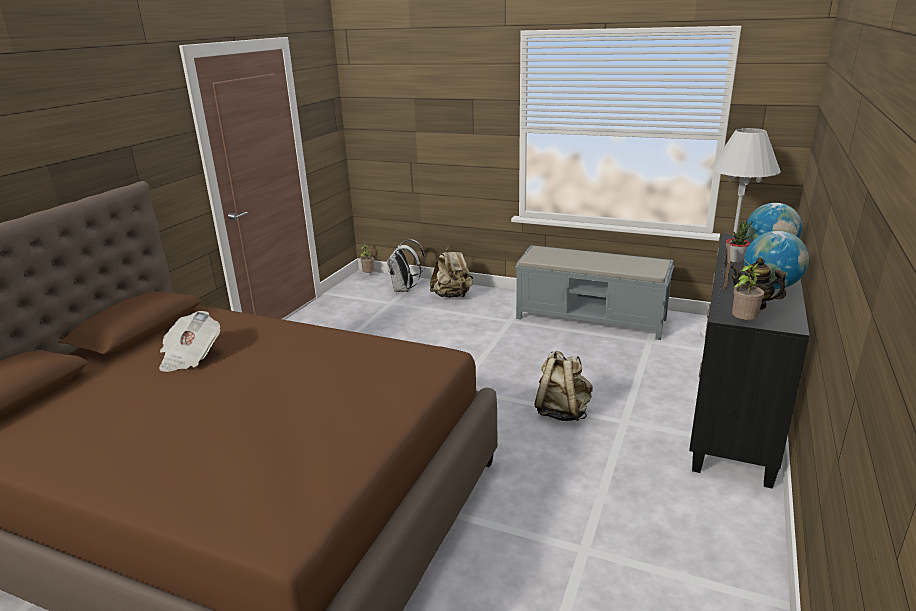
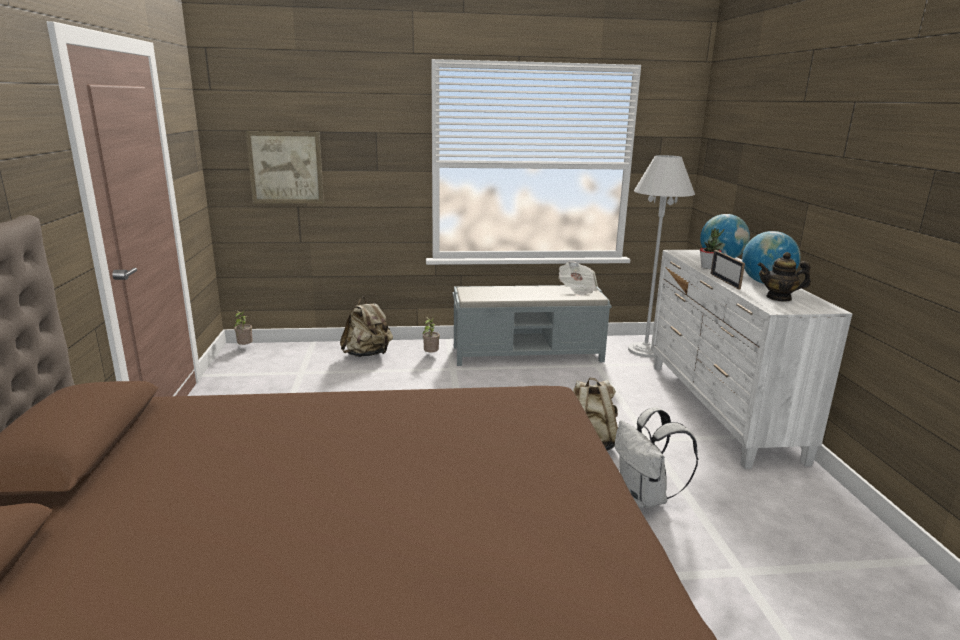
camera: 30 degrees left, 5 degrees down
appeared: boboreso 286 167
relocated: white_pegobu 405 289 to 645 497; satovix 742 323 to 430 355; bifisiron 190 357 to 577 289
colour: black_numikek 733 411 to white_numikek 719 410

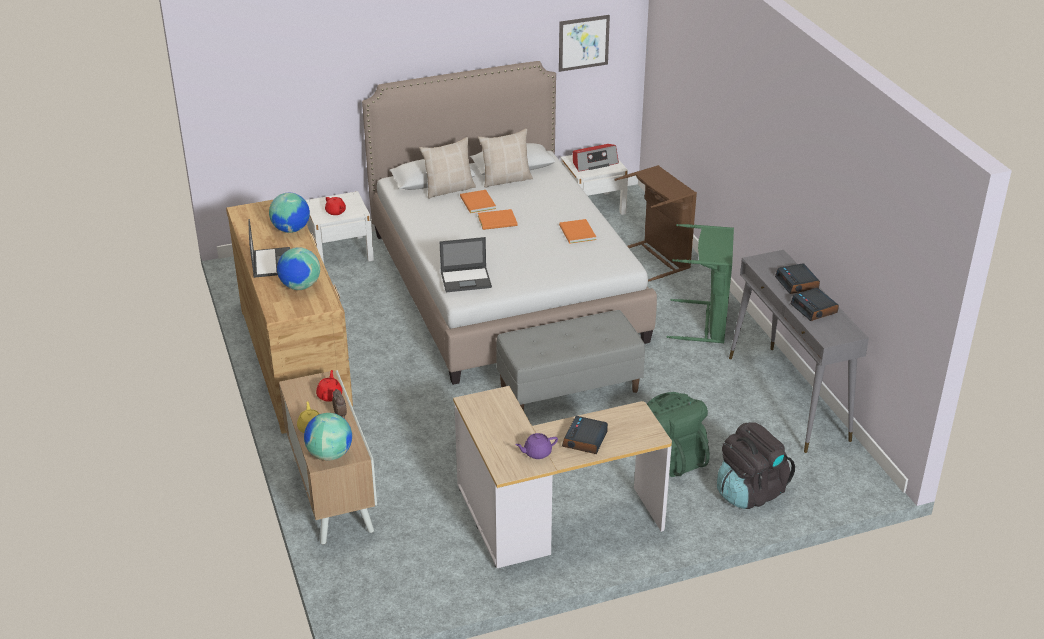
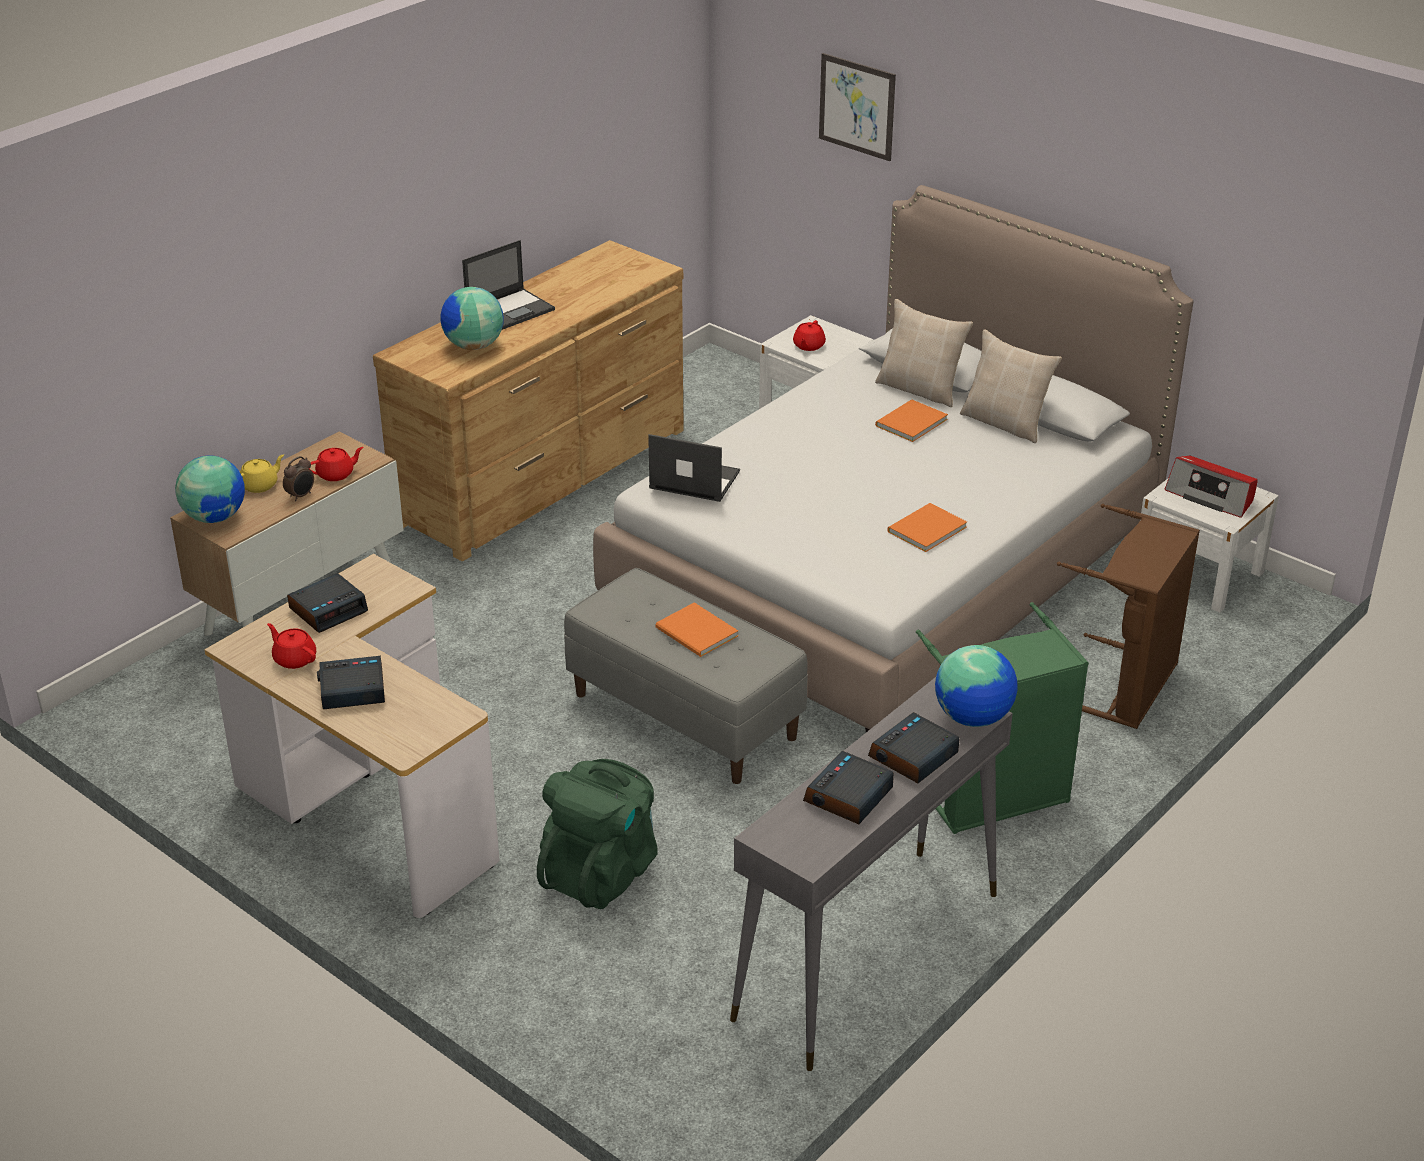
camera: 60 degrees right, 0 degrees up
missing: black_pegobu 750 492
appeared: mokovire 328 609
relocated: boboreso 583 43 to 857 106; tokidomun 291 229 to 973 718; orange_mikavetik 498 221 to 696 634
colour: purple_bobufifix 537 453 to red_bobufifix 294 659
spun: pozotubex 466 280 = 693 480 150 degrees clockwise

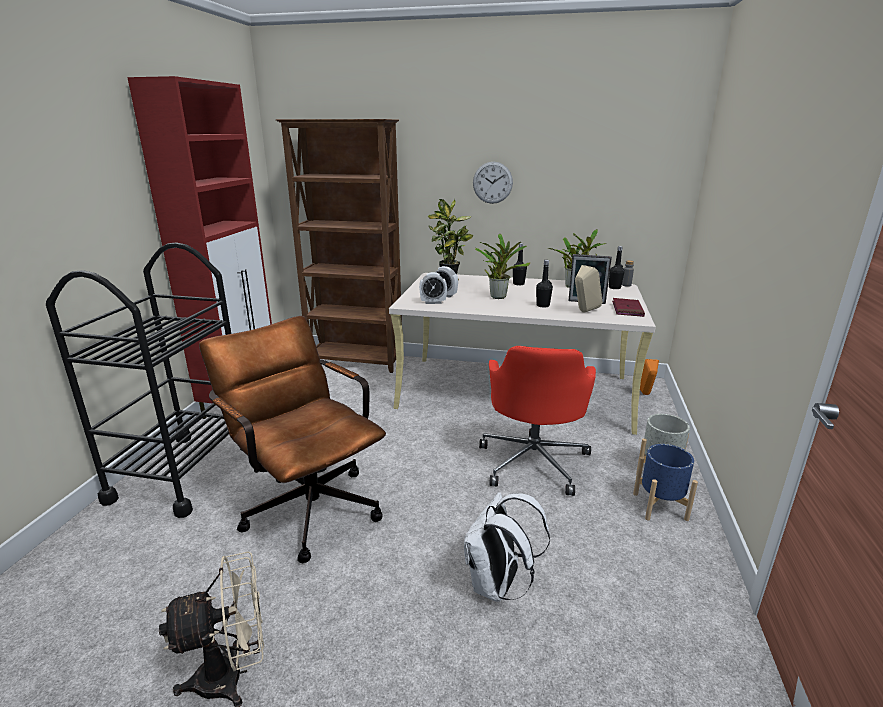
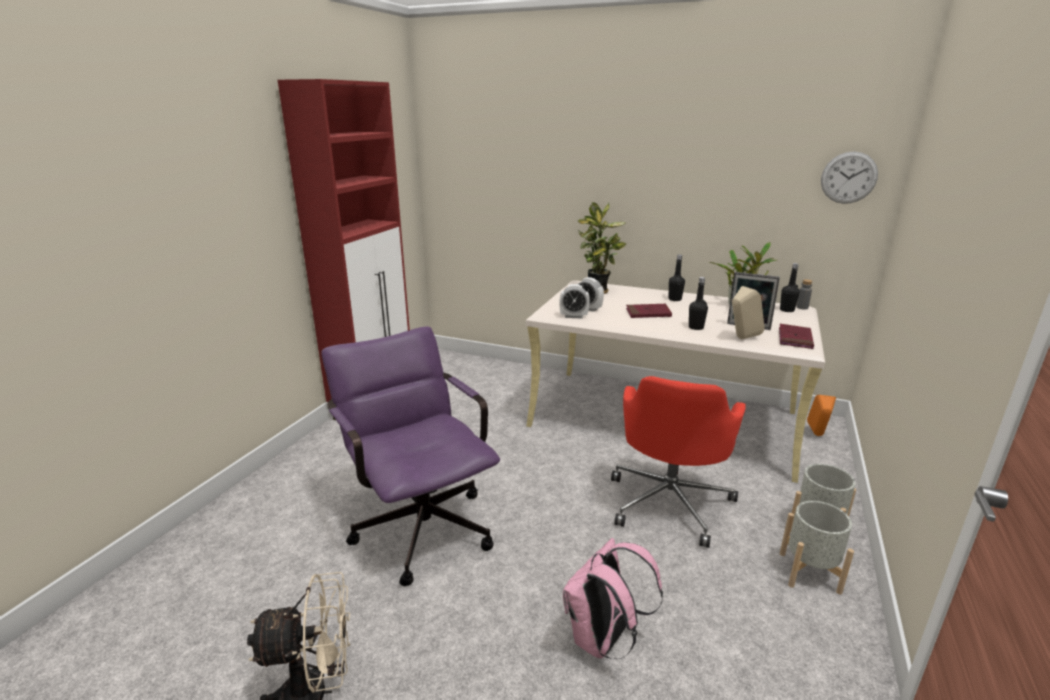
camera: 10 degrees right, 0 degrees up
missing: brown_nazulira 356 362; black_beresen 183 472
relocated: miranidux 492 182 to 848 177
exchanged: satovix 498 296 to red_mikavetik 648 313
colour: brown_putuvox 307 504 to purple_putuvox 419 523; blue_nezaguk 660 506 to grey_nezaguk 809 572; white_pegobu 497 586 to pink_pegobu 603 640

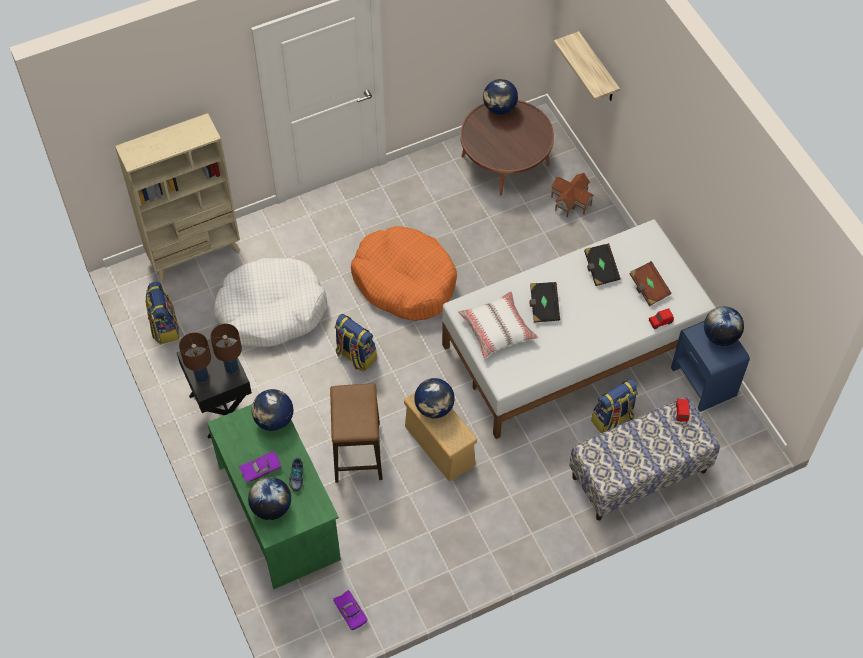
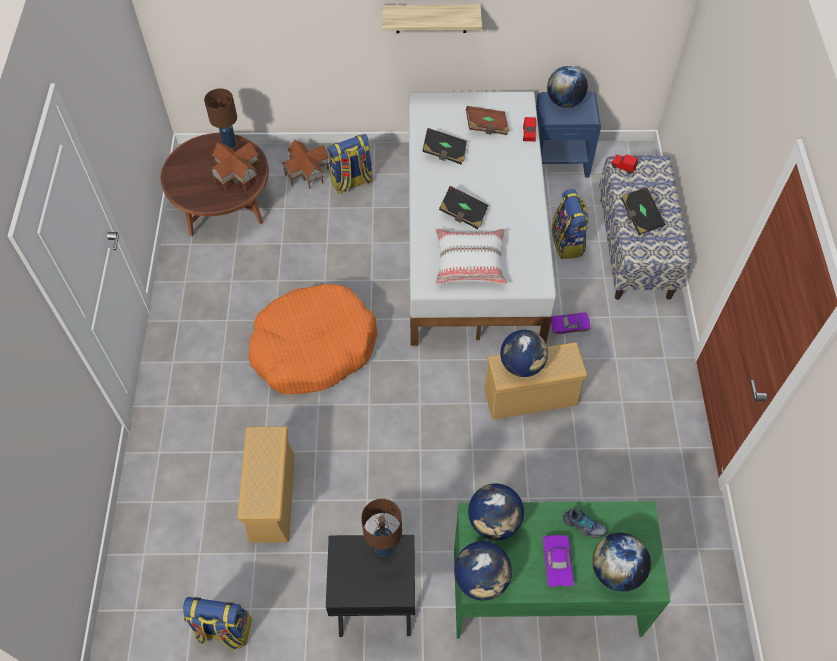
camera: 65 degrees left, 0 degrees up
missing: beige_nazulira 195 254; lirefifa 357 452
appeared: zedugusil 236 174; black_mikavetik 640 217
relocated: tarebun 597 69 to 431 18; tokidomun 499 108 to 481 579; pegobu 355 356 to 351 182; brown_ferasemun 201 377 to 229 143; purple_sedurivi 351 611 to 569 324
exchanged: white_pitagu 271 310 to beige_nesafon 272 496

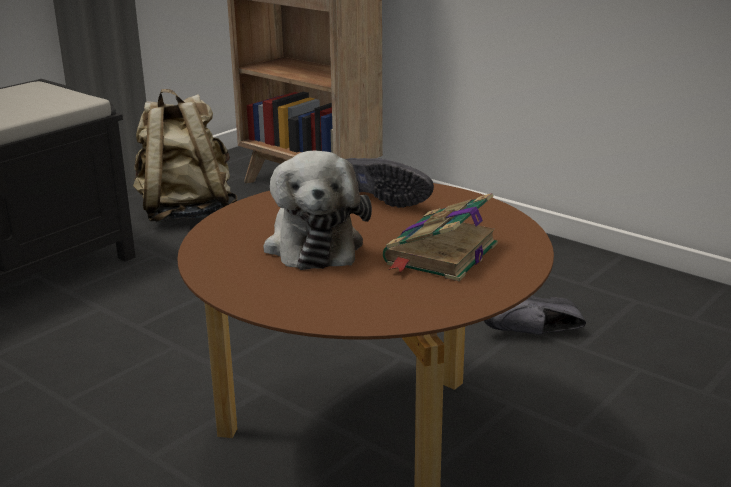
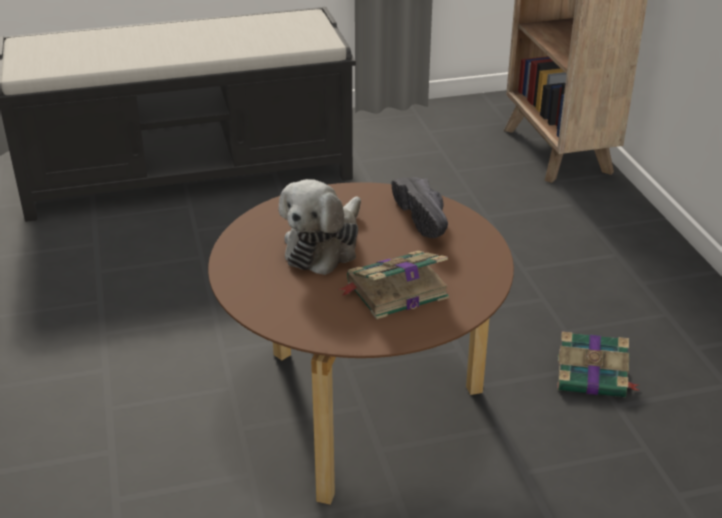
camera: 35 degrees right, 10 degrees up
missing: beige_pegobu 186 212
exchanged: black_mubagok 536 334 to mikavetik 593 377

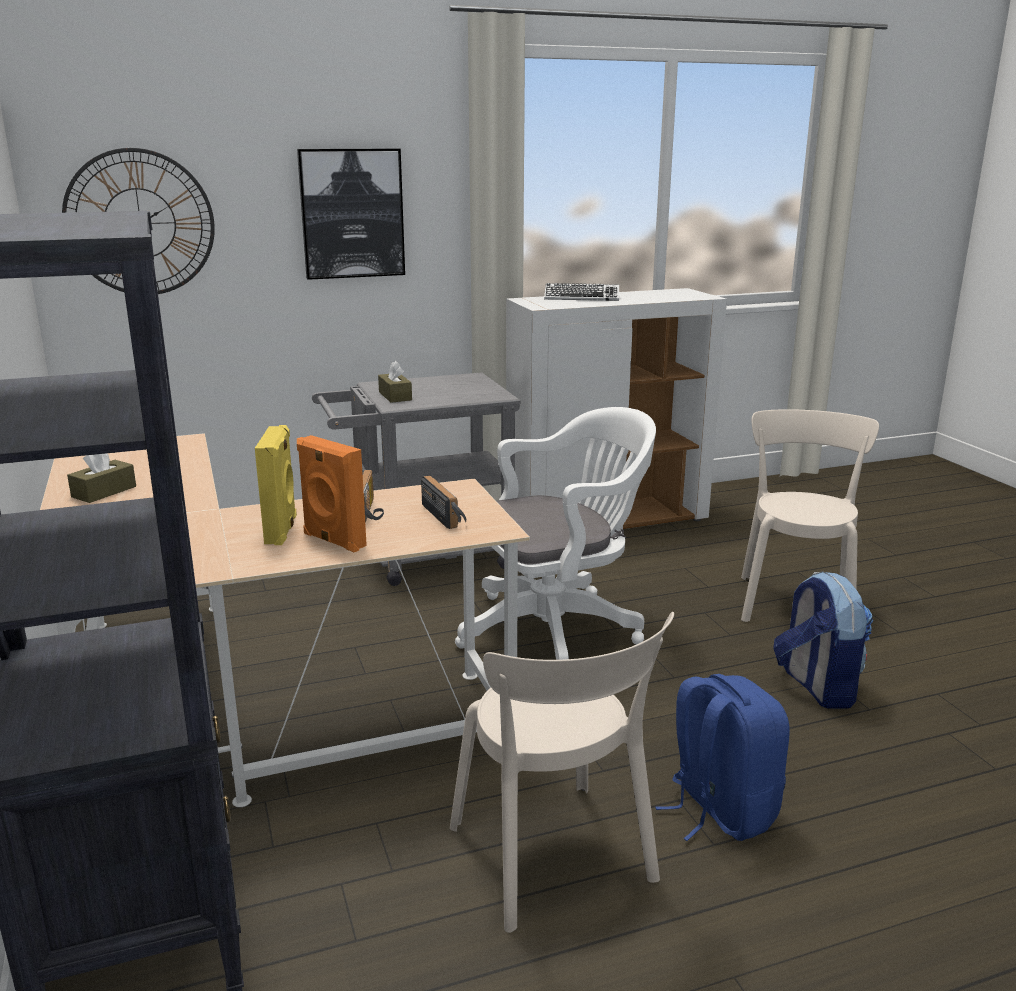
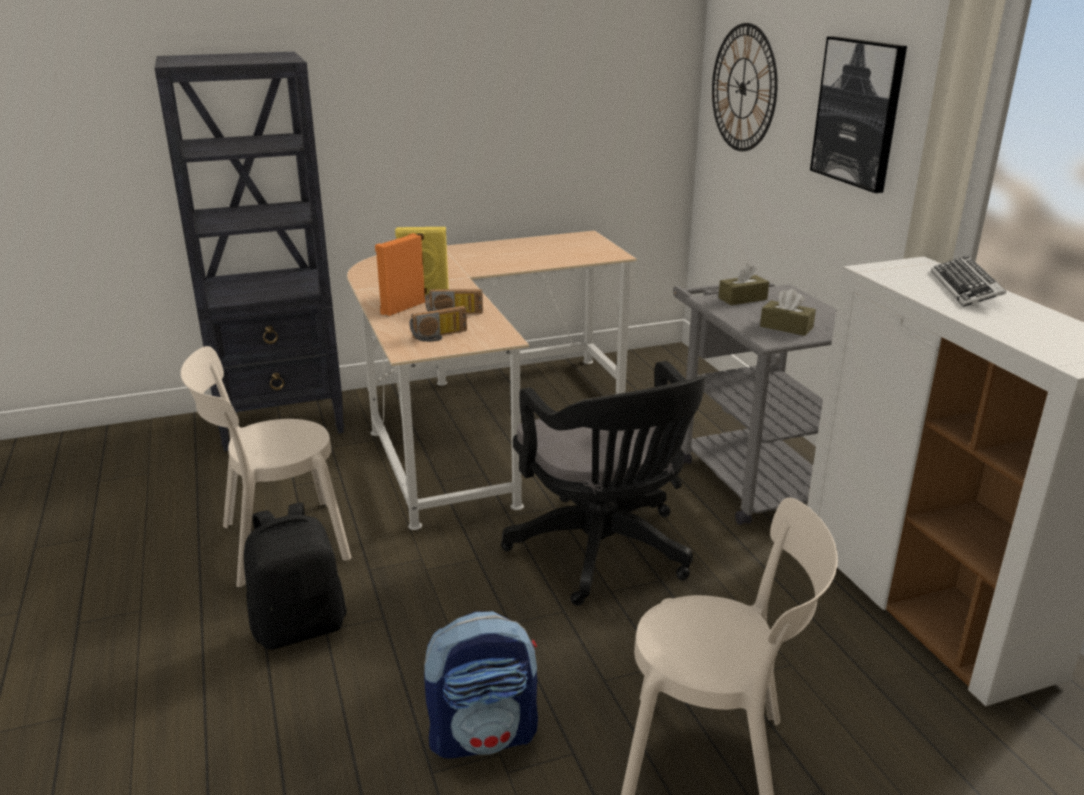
camera: 90 degrees right, 5 degrees up
relocated: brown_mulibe 104 492 to 786 327
colour: white_putuvox 557 629 to black_putuvox 604 553; blue_pegobu 719 810 to black_pegobu 300 626

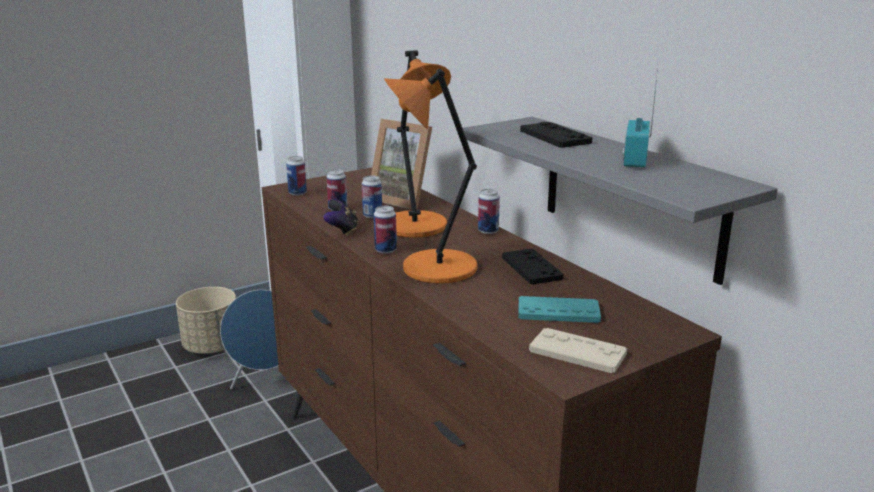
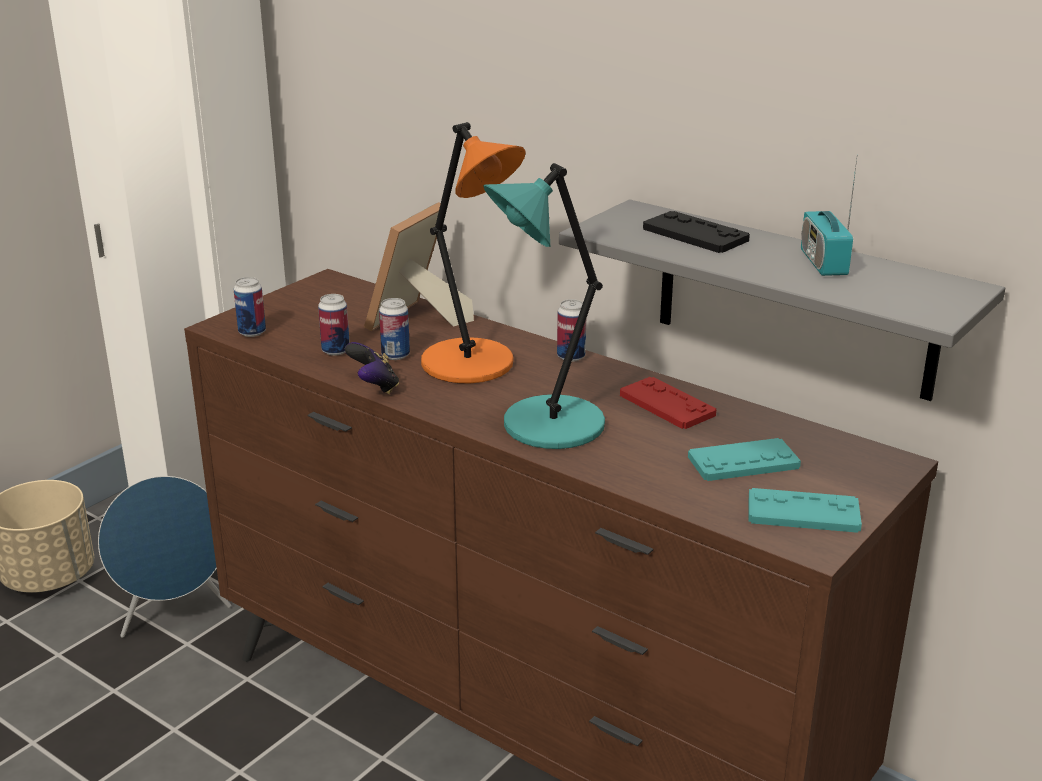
camera: 20 degrees left, 5 degrees up
missing: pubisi 385 250
colour: orange_ferasemun 435 268 to turquoise_ferasemun 548 426; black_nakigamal 531 268 to red_nakigamal 667 405; beige_nakigamal 577 352 to turquoise_nakigamal 803 513
spun: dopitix 404 199 = 417 321 105 degrees clockwise

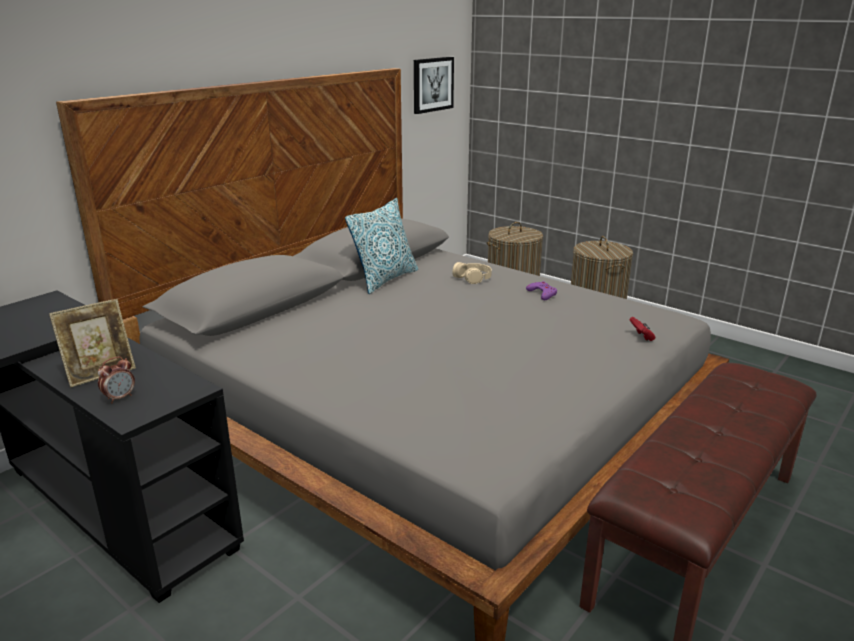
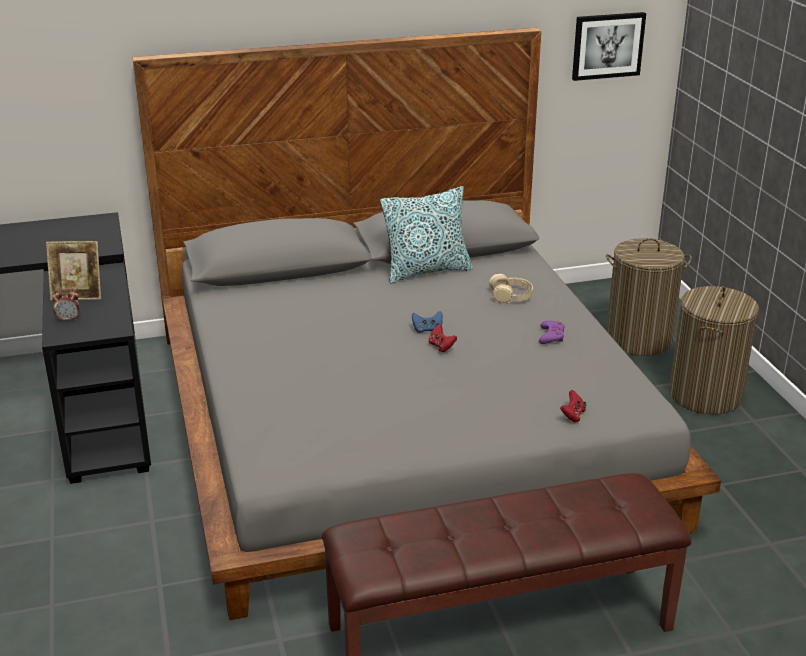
camera: 35 degrees right, 5 degrees up
appeared: blue_nakigamal 427 330; red_nakigamal 441 346

